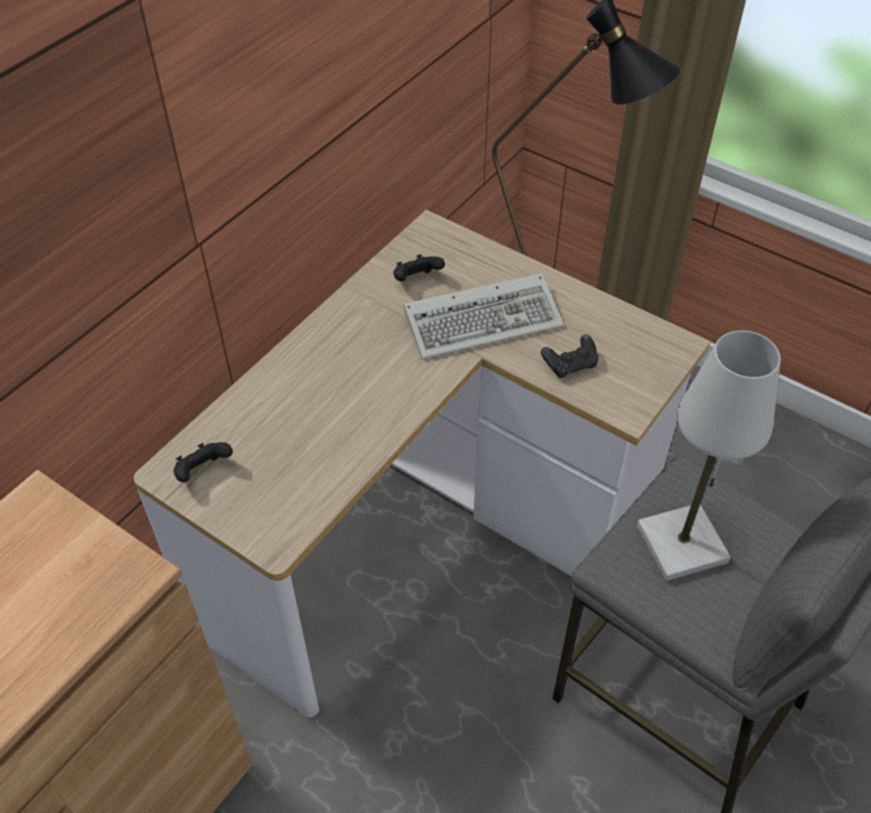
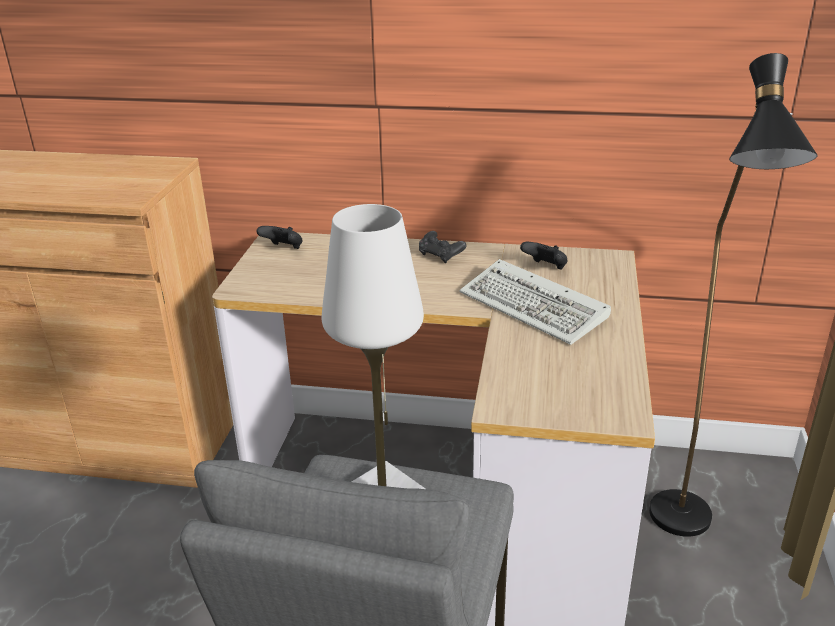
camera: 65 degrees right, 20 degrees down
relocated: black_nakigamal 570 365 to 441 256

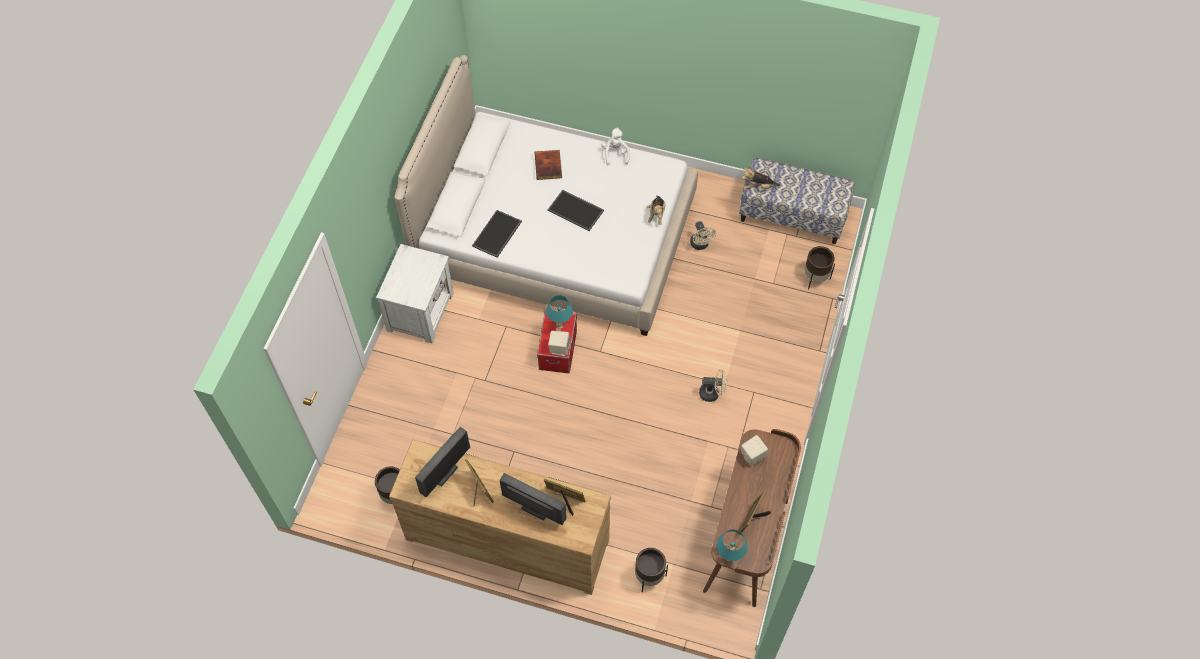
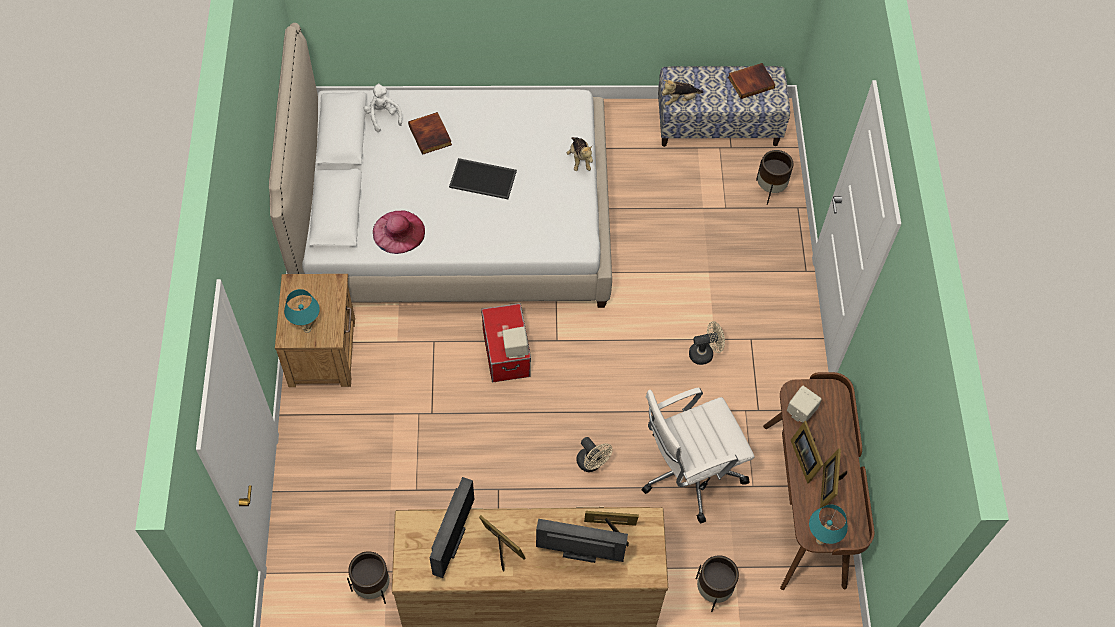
camera: 20 degrees left, 0 degrees up
appeared: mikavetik 751 82; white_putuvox 688 472; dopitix 805 458
relocated: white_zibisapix 615 154 to 383 116; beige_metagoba 700 245 to 592 464; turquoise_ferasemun 560 326 to 307 329
exchanged: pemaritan 497 234 to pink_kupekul 398 232
colour: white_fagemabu 421 311 to brown_fagemabu 323 351

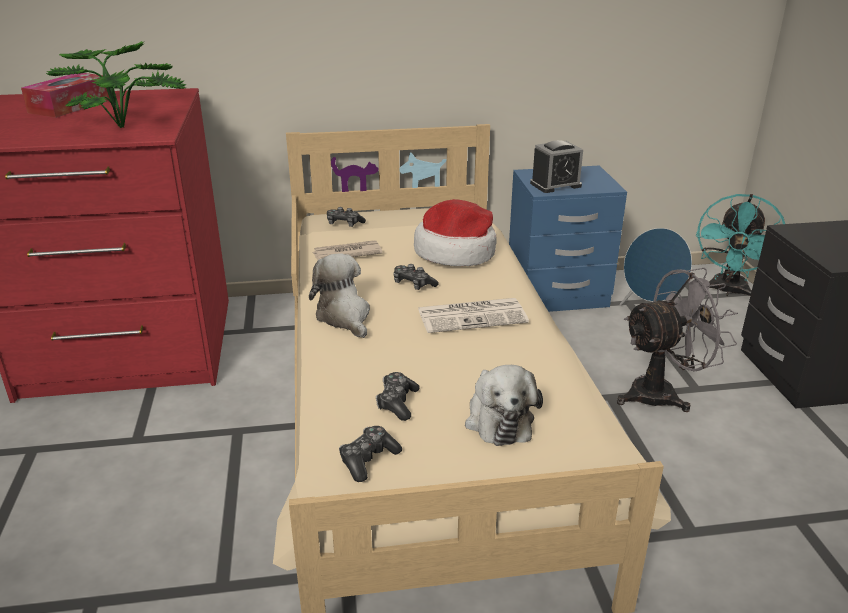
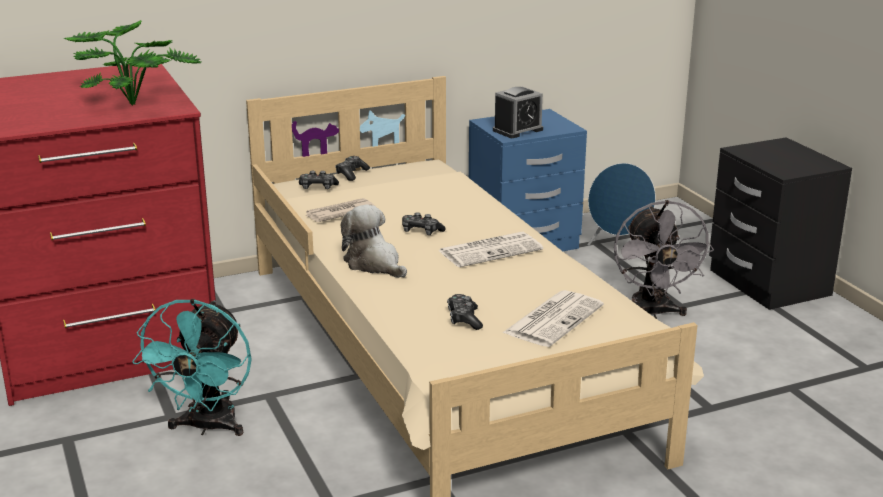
camera: 15 degrees left, 5 degrees down
missing: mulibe 70 106; kupekul 456 252
relocated: turquoise_metagoba 728 291 to 207 427; nakigamal 368 460 to 351 174
exchanged: zibisapix 498 419 to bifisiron 553 319
spun: grey_metagoba 662 393 = 652 313 120 degrees clockwise

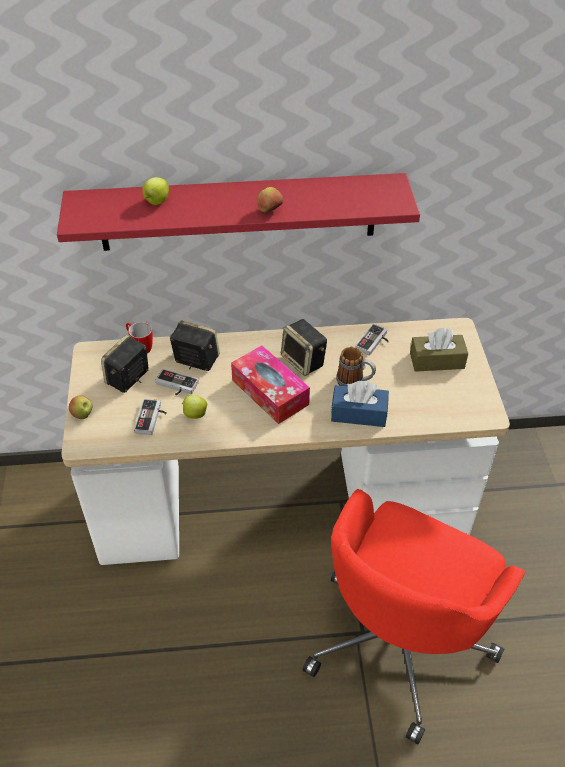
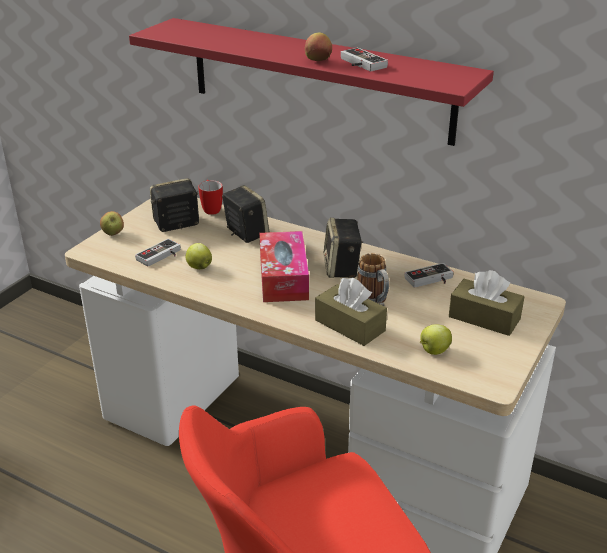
camera: 35 degrees right, 15 degrees down
relocated: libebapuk 157 202 to 433 351; nakigamal 175 386 to 359 64
colour: blue_mulibe 359 413 to brown_mulibe 350 325

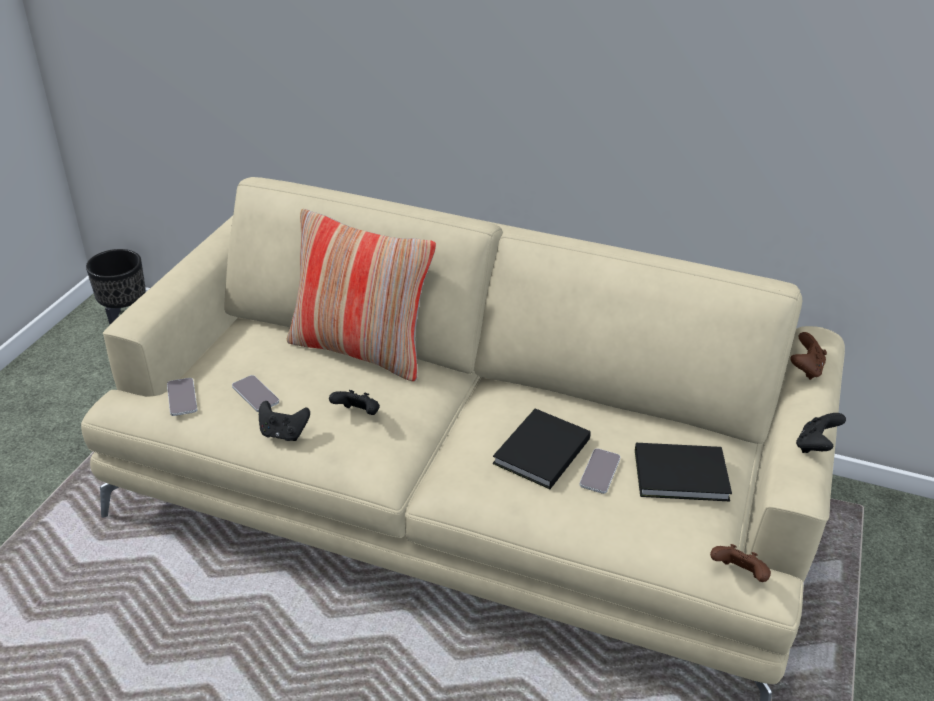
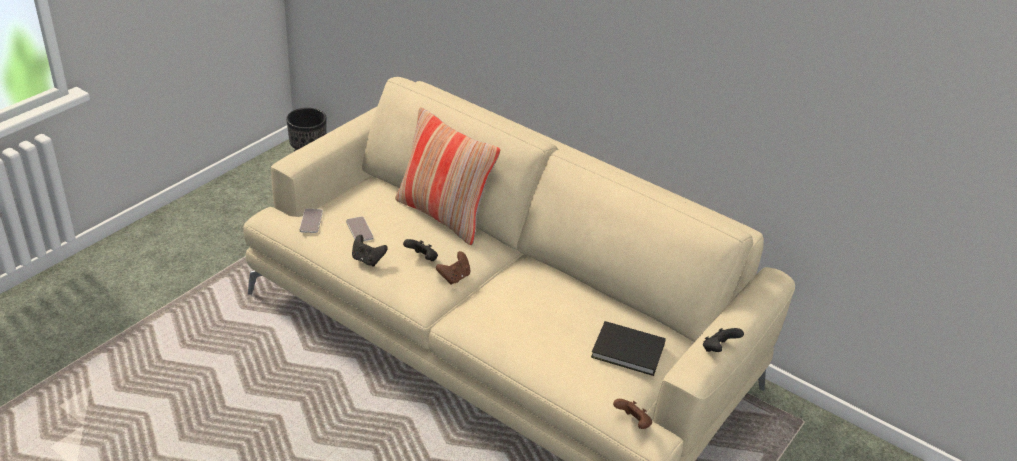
camera: 15 degrees right, 0 degrees up
missing: black_mikavetik 539 452; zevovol 600 472
relocated: brown_nakigamal 805 369 to 454 277

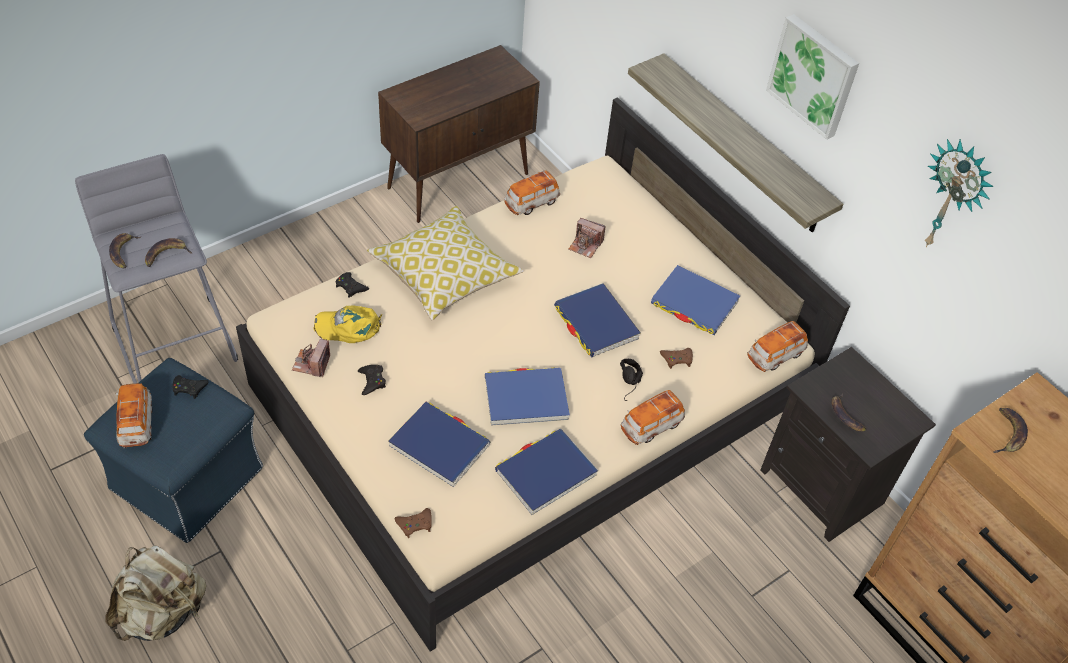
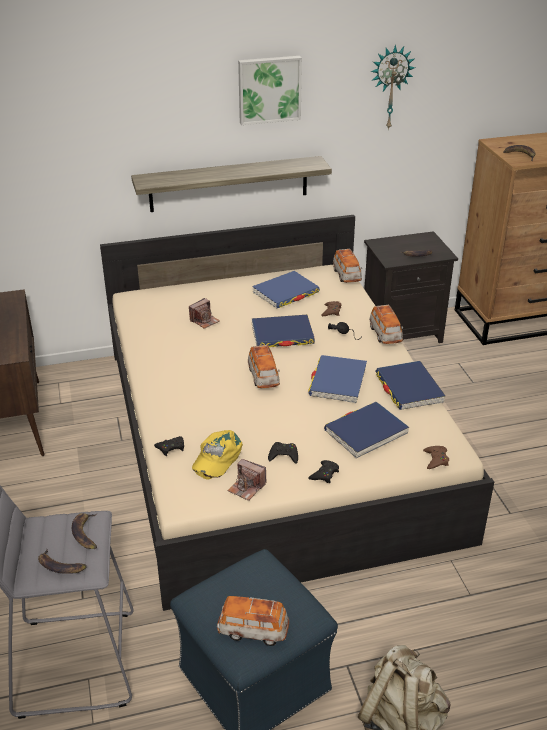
camera: 65 degrees left, 15 degrees down
missing: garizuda 445 275
relocated: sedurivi 531 203 to 263 377; black_nakigamal 189 388 to 324 474

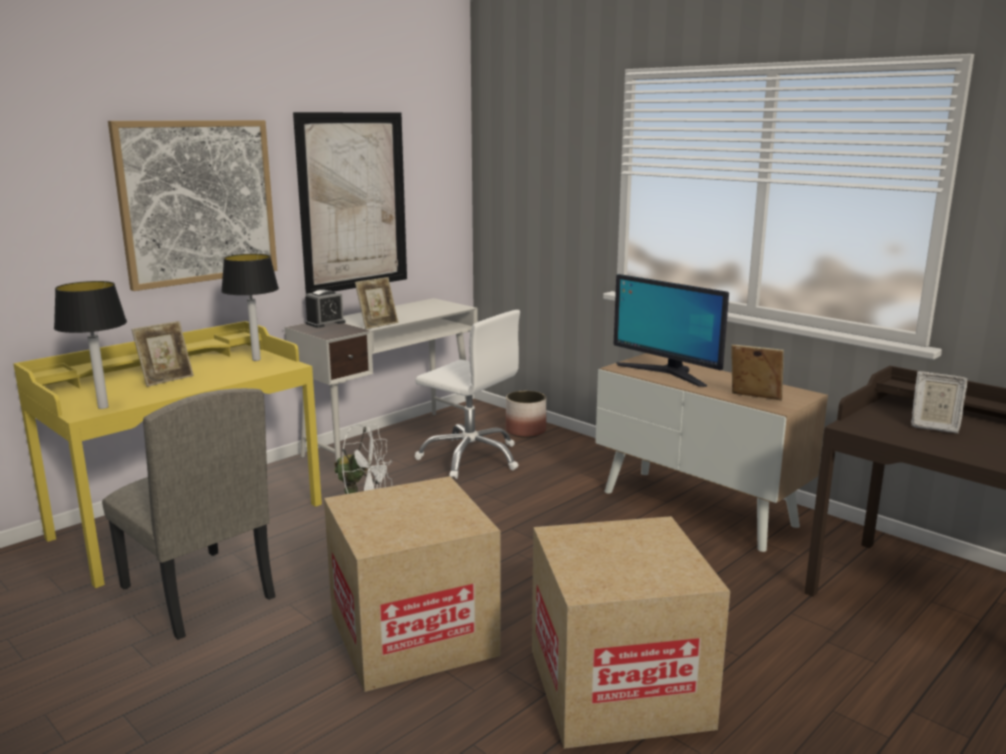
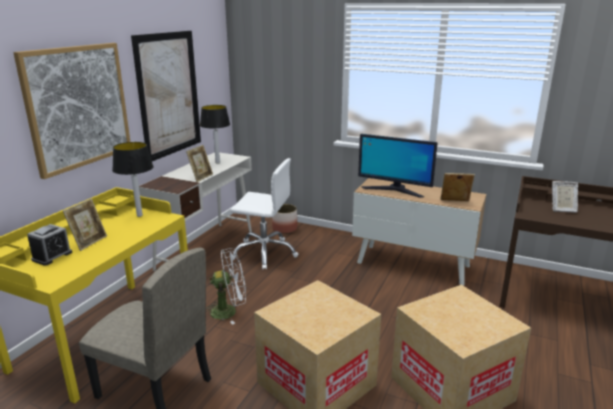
camera: 20 degrees left, 5 degrees up
relocated: ferasemun 102 407 to 217 163; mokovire 325 323 to 52 256

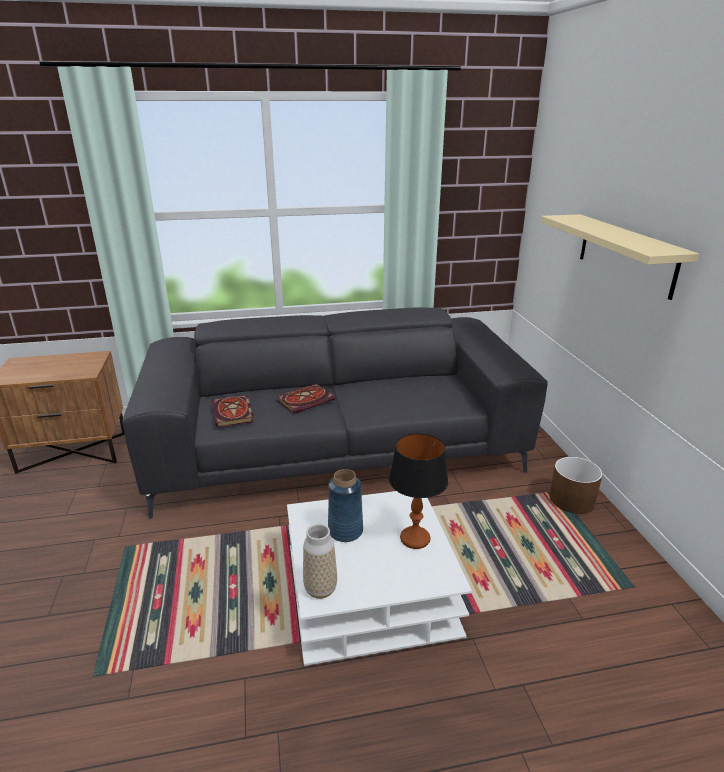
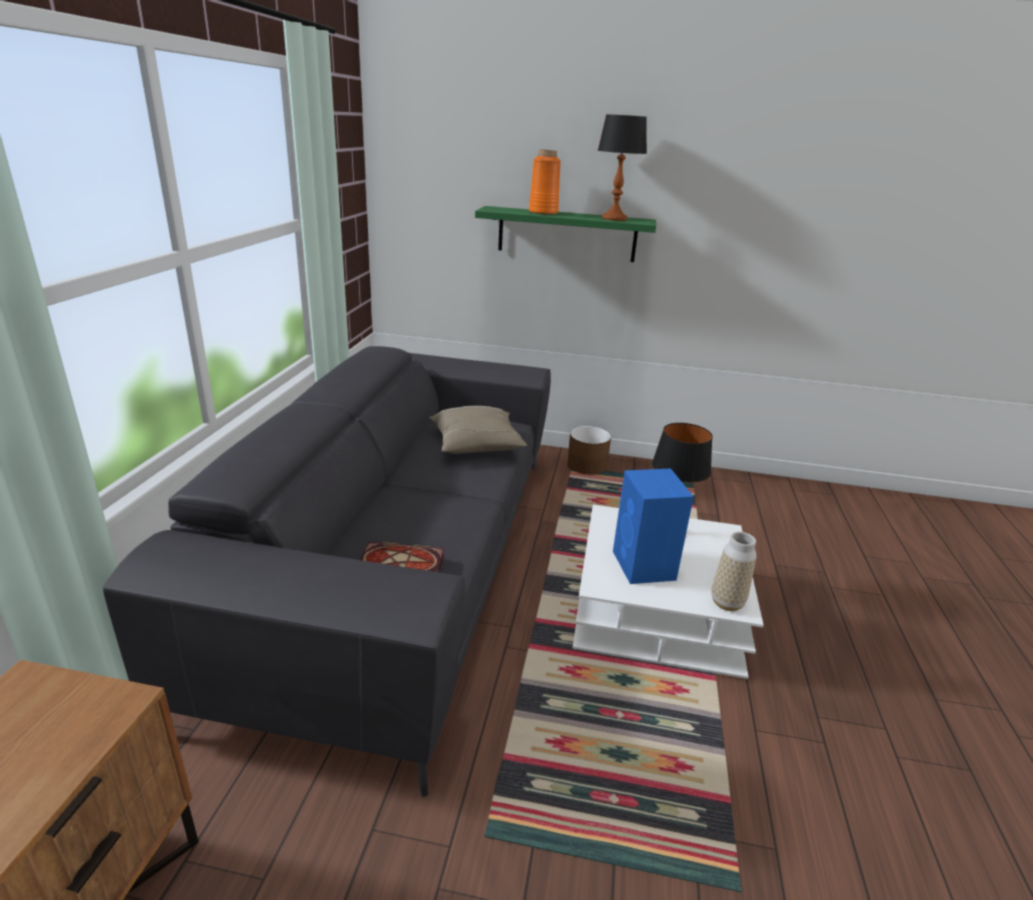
camera: 70 degrees left, 0 degrees up
missing: mikavetik 306 400
appeared: ferasemun 614 219; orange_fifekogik 543 212; beige_garizuda 476 444
exchanged: blue_fifekogik 345 531 to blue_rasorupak 644 566
colour: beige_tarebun 626 254 to green_tarebun 567 234

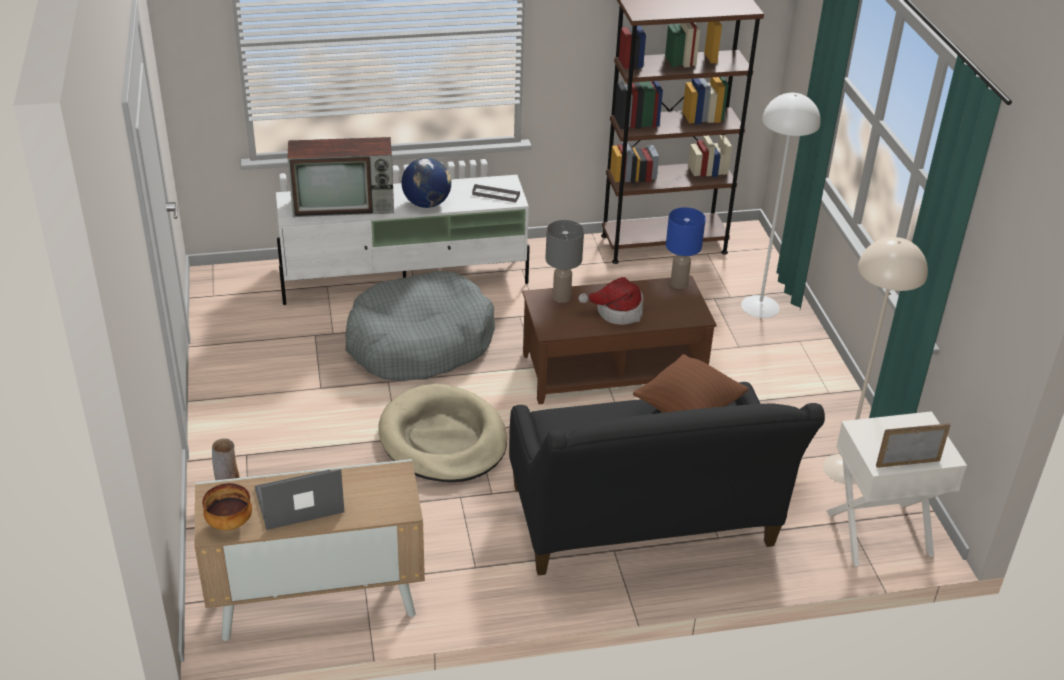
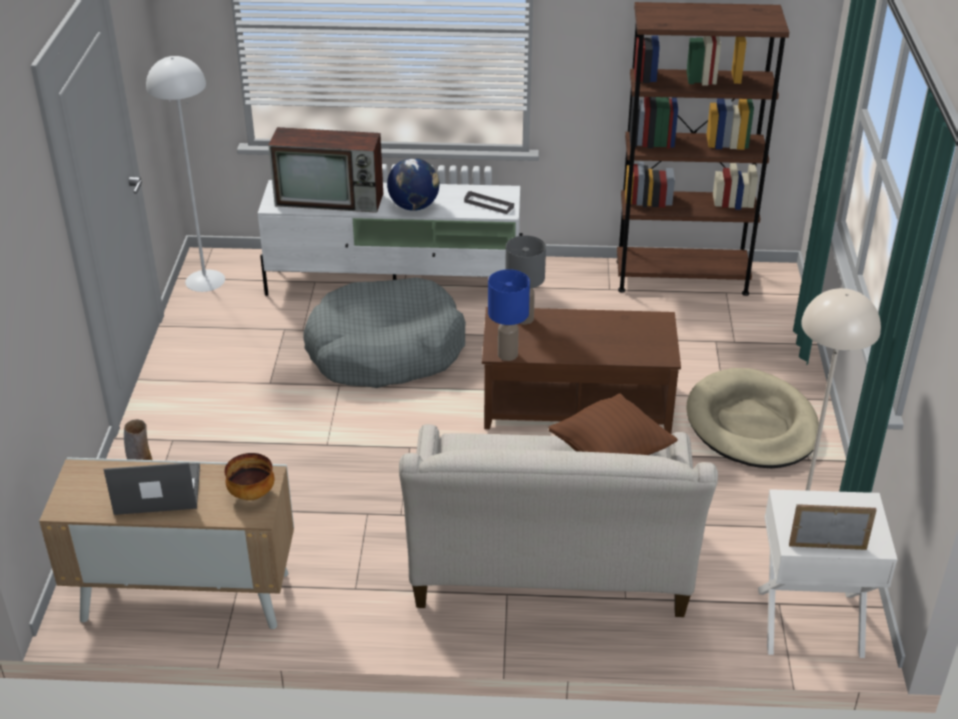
camera: 15 degrees right, 0 degrees up
missing: kupekul 617 311
relocated: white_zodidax 760 306 to 205 280; blue_ferasemun 679 283 to 508 354; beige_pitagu 443 439 to 751 424; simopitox 230 523 to 252 493
colour: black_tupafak 645 526 to beige_tupafak 550 573

